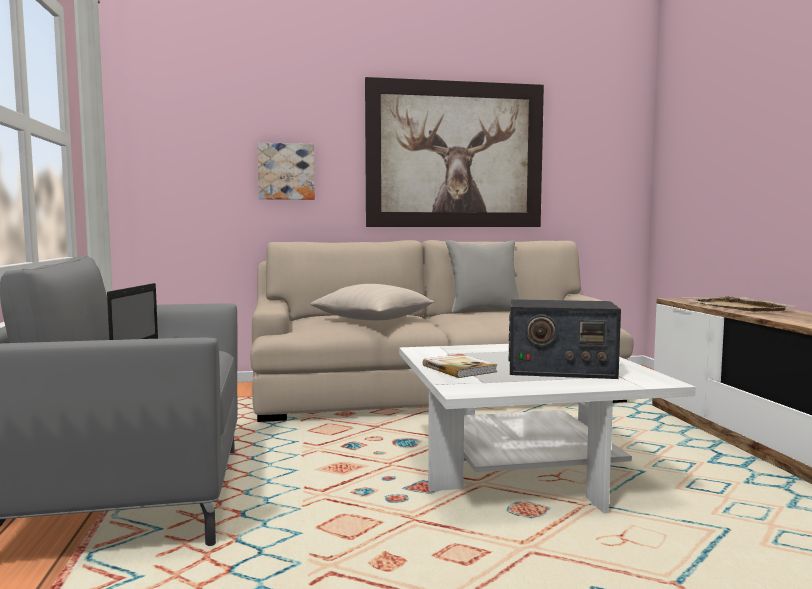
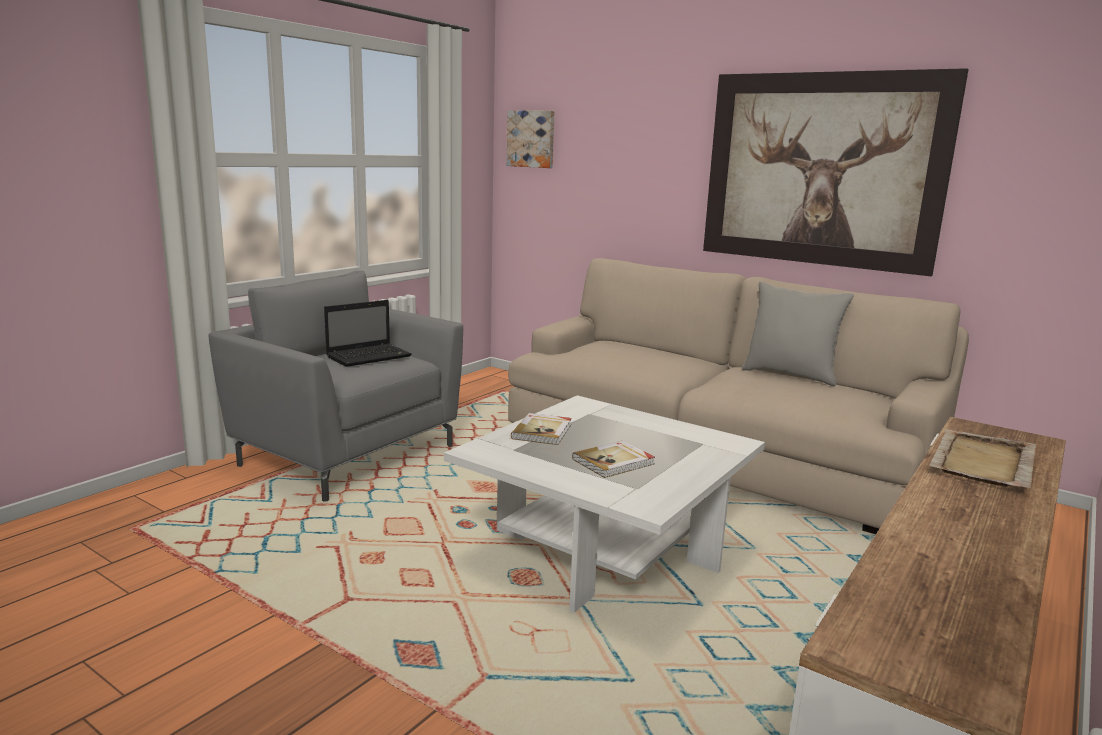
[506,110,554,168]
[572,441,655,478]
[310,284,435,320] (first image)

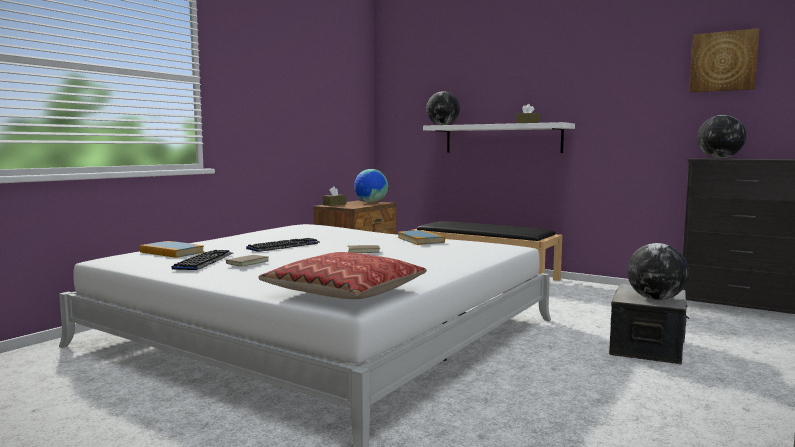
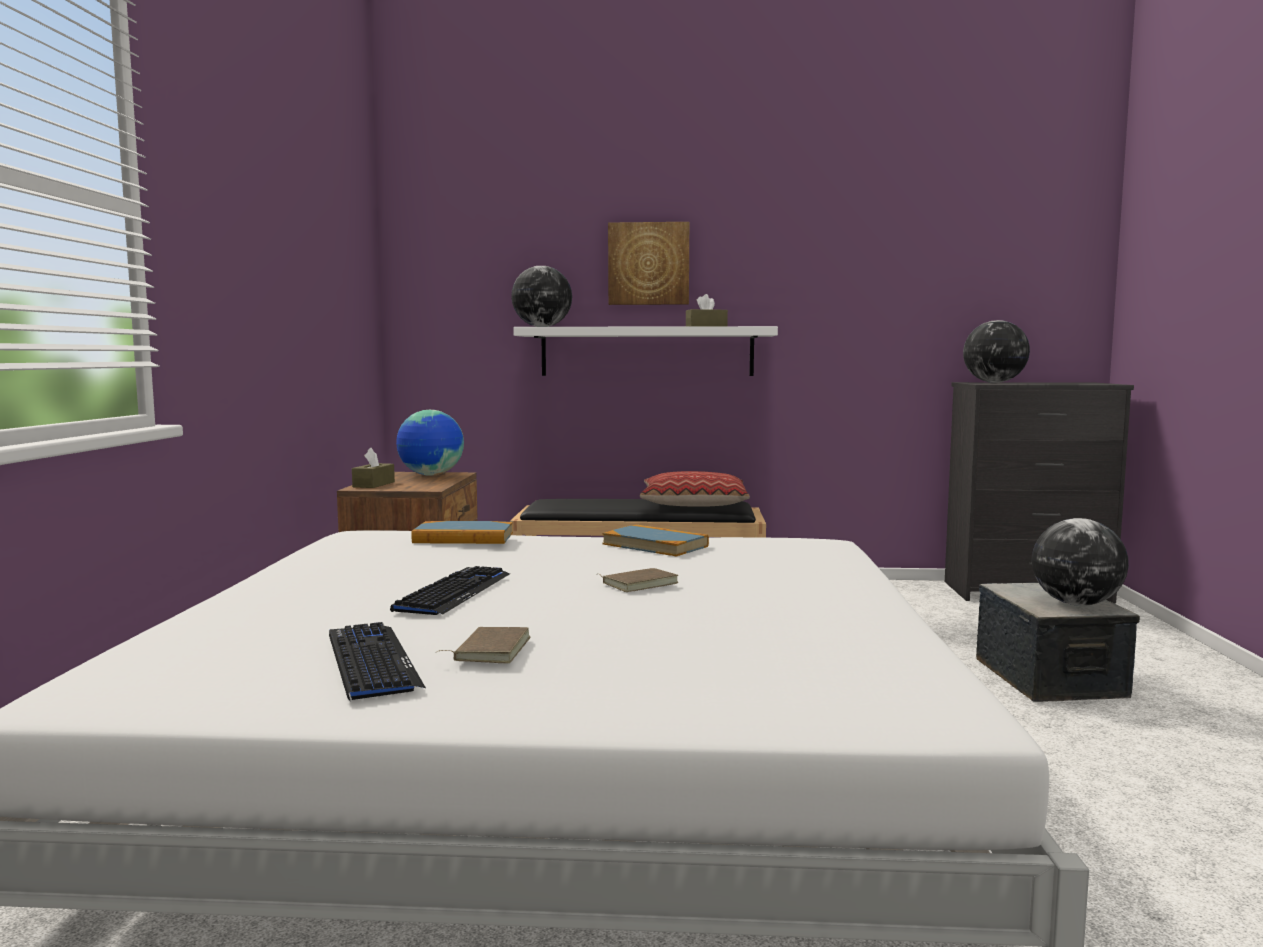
[411,521,513,544]
[608,222,689,305]
[640,471,750,507]

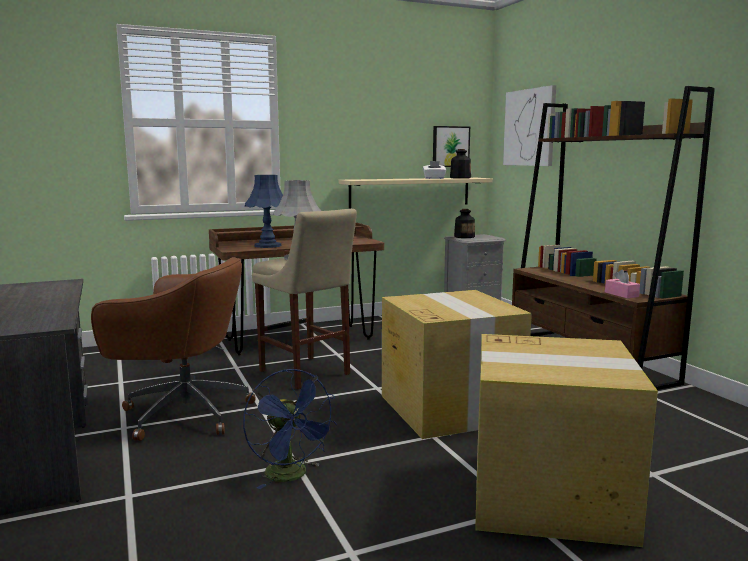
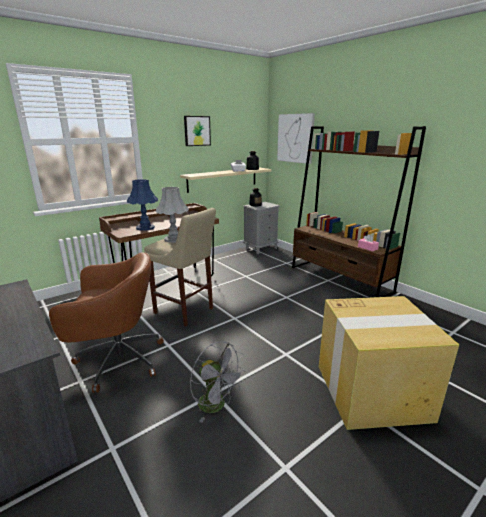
[184,116,211,146]
[190,341,245,423]
[382,290,532,439] (first image)

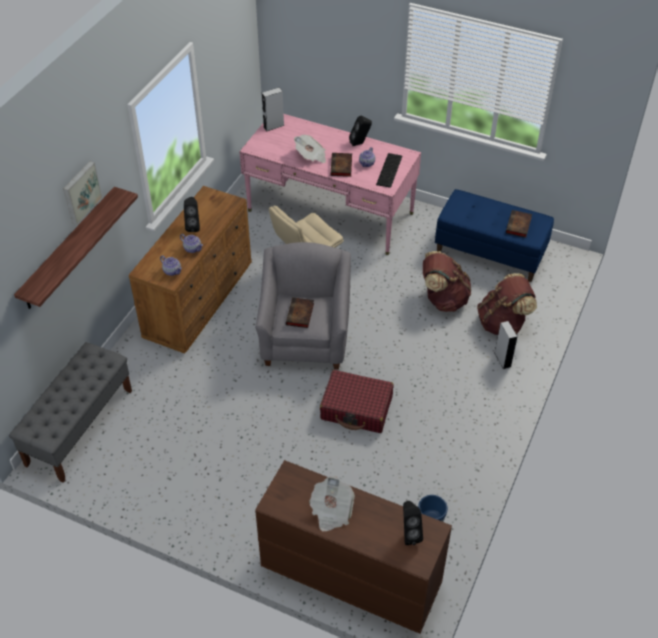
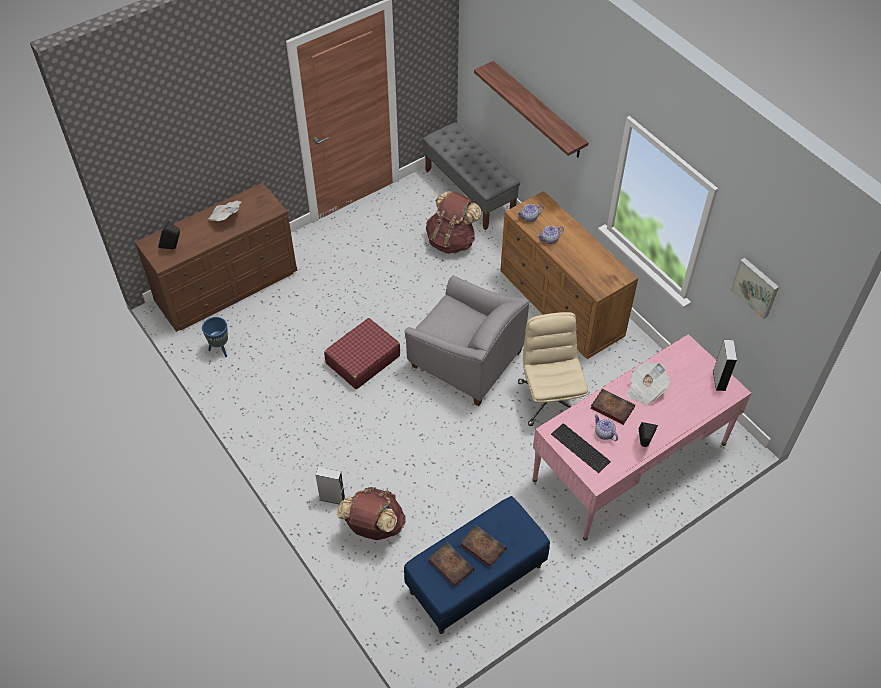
[426,191,481,254]
[460,525,507,568]
[730,258,779,320]
[184,197,200,232] (first image)

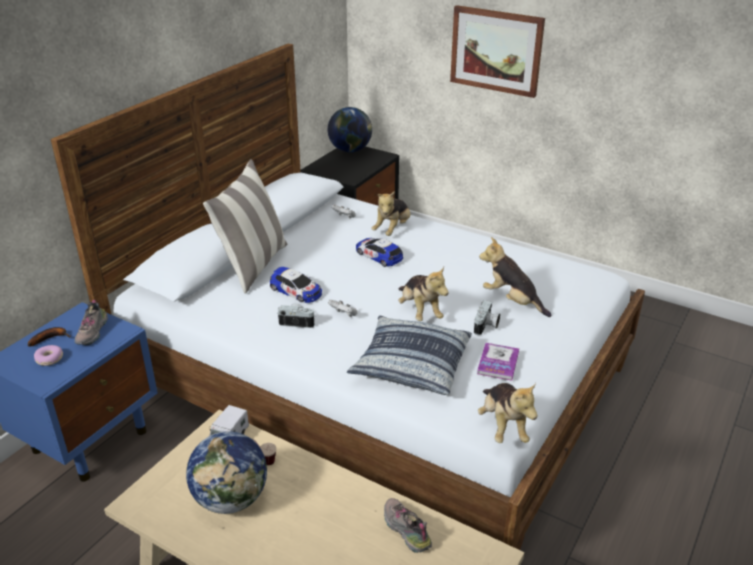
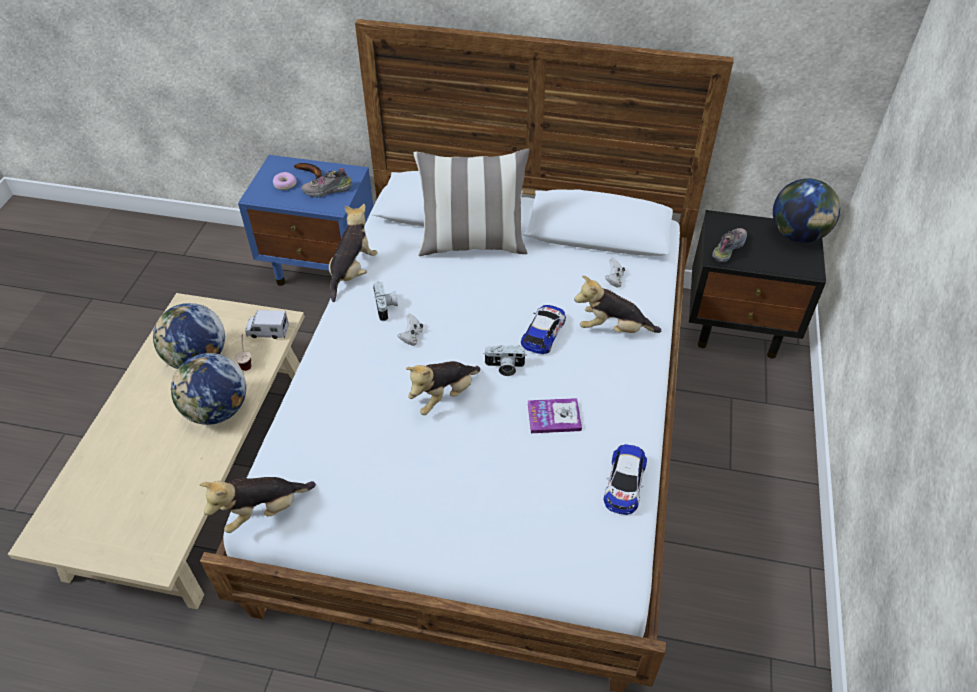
[171,353,246,425]
[329,204,378,302]
[483,345,526,376]
[528,398,582,433]
[604,444,647,515]
[712,228,747,263]
[347,316,472,395] (first image)
[450,5,545,98] (first image)

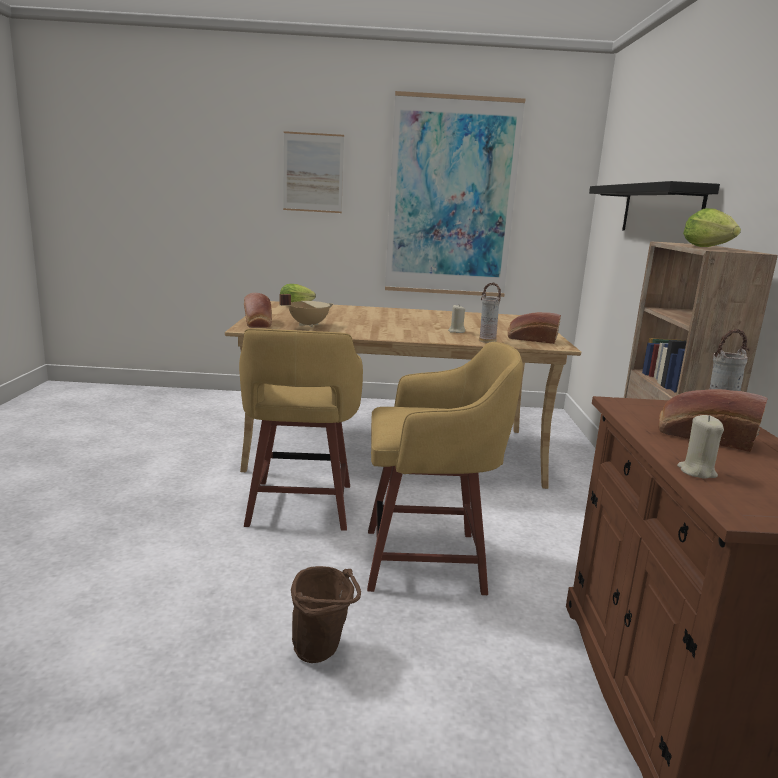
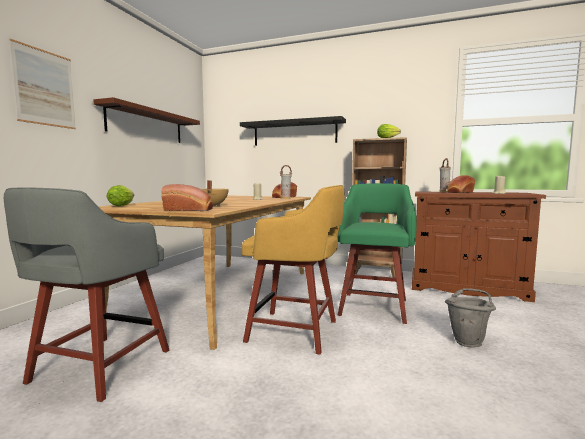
[4,187,169,402]
[93,97,200,143]
[338,183,417,324]
[445,288,496,348]

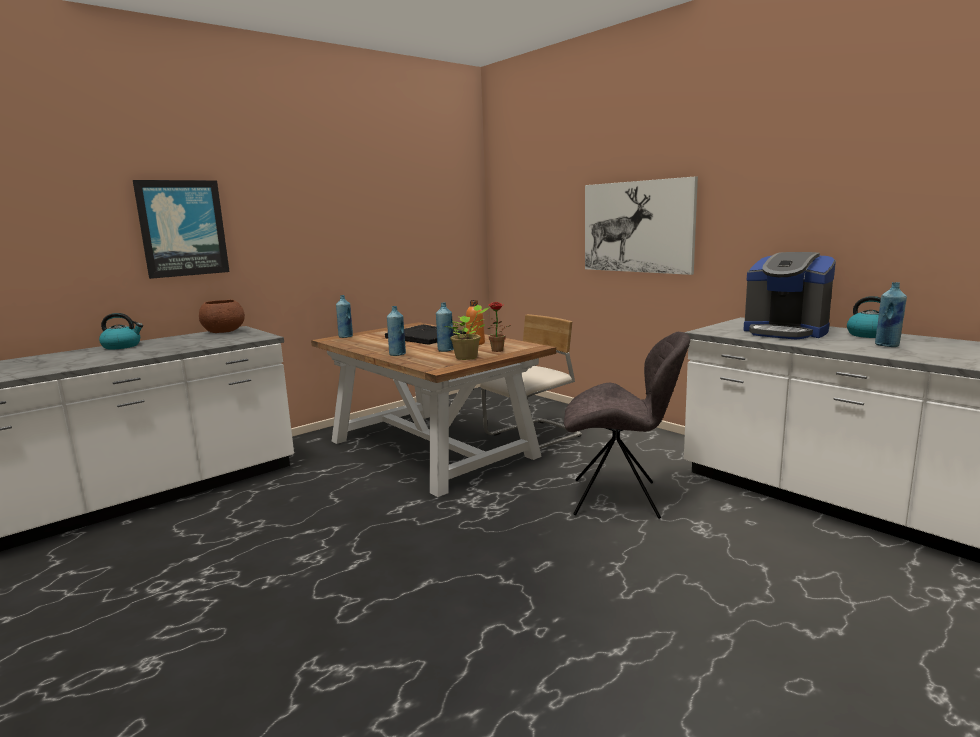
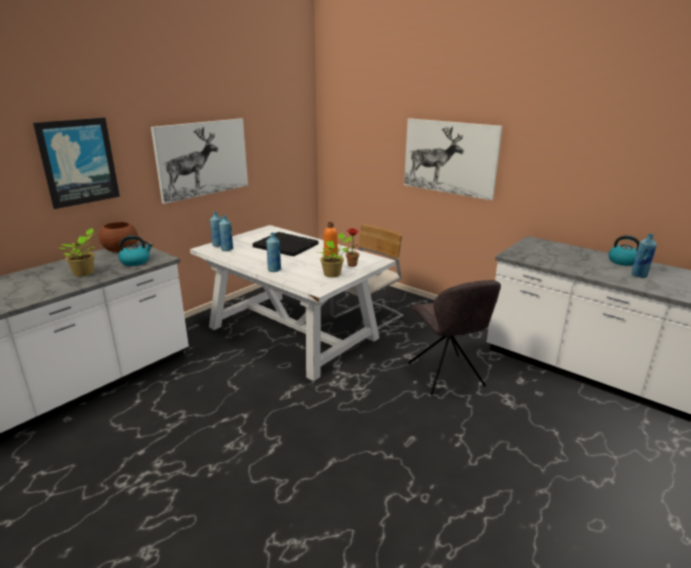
[60,228,95,277]
[118,235,153,266]
[151,118,248,204]
[190,225,396,381]
[219,215,233,251]
[408,280,501,396]
[744,252,836,339] (first image)

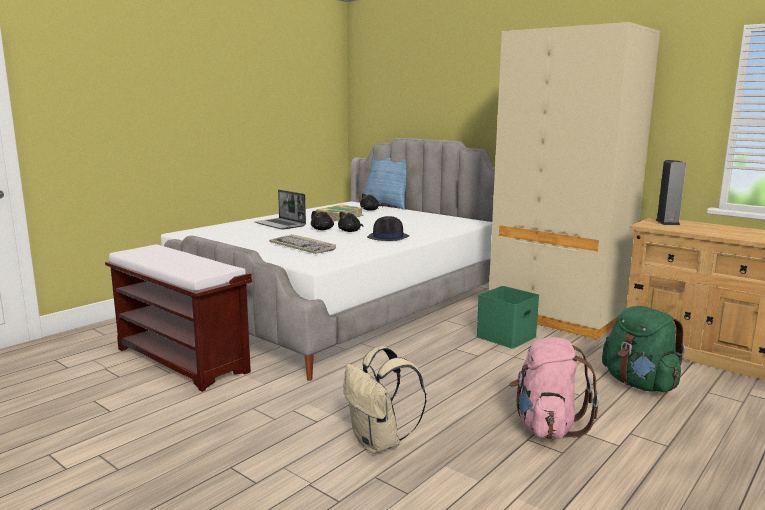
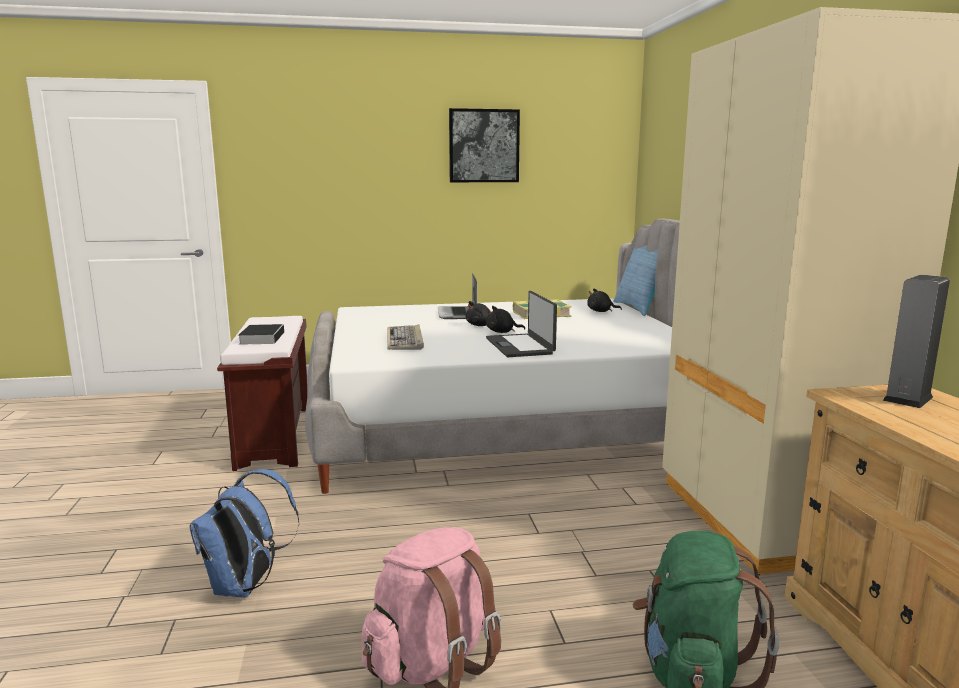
[190,469,299,597]
[238,324,284,345]
[449,108,520,182]
[486,291,557,357]
[476,286,539,349] (first image)

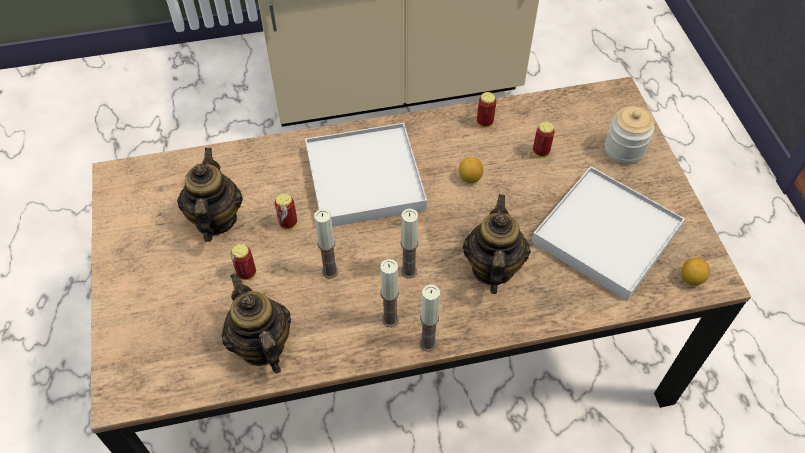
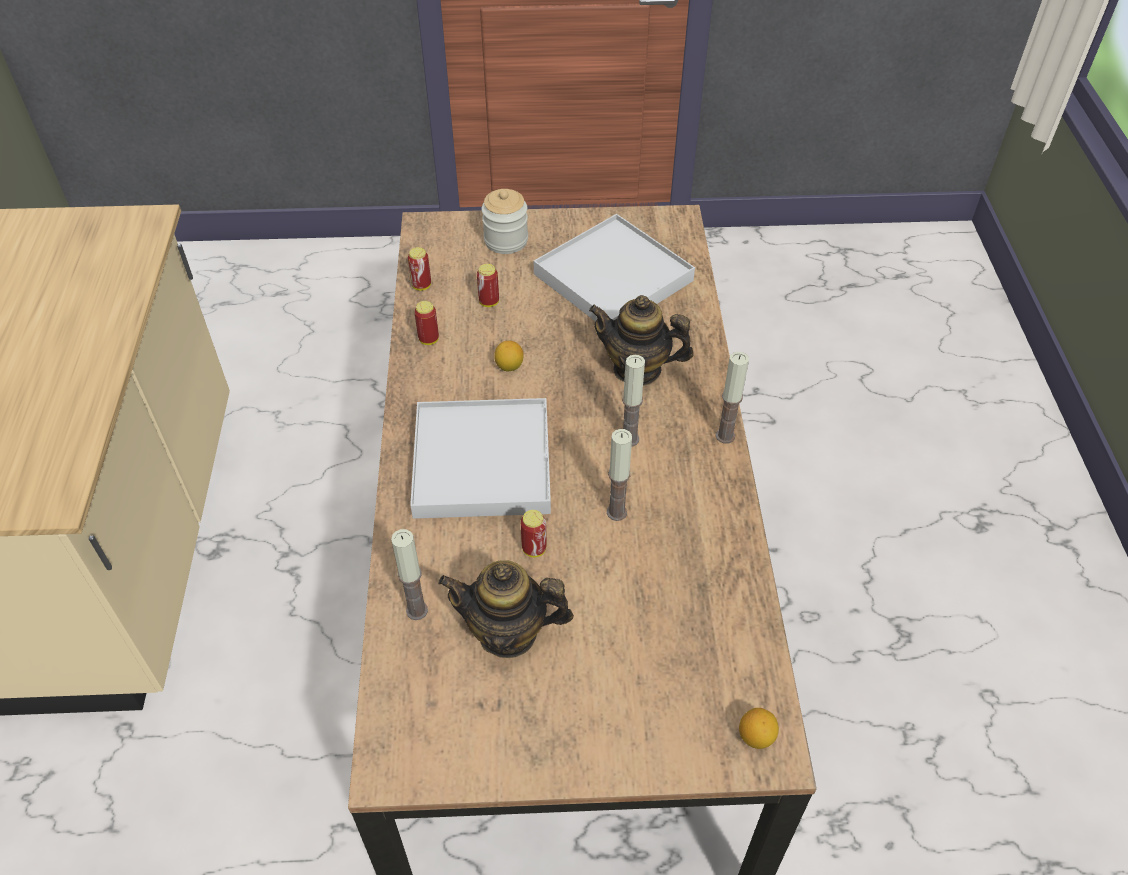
[391,529,428,620]
[408,247,431,291]
[739,708,779,749]
[222,273,291,373] (first image)

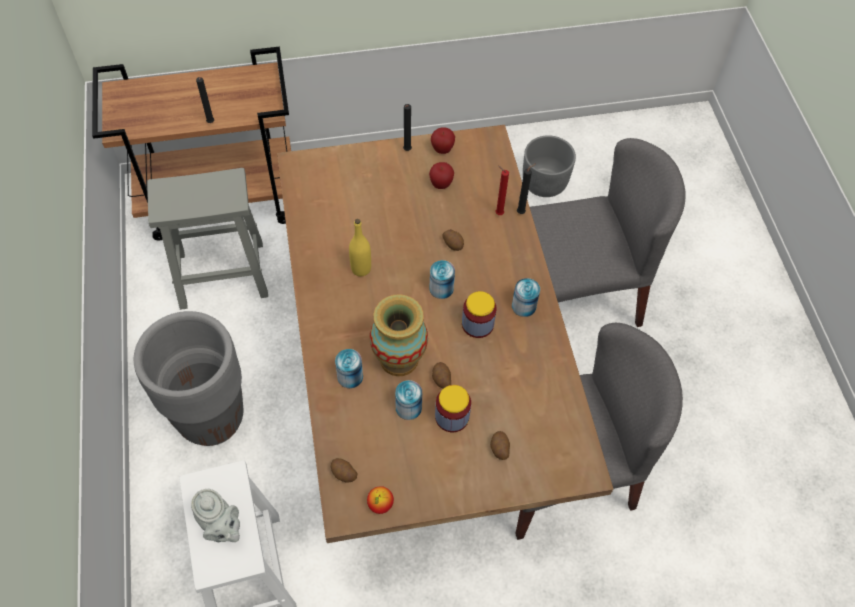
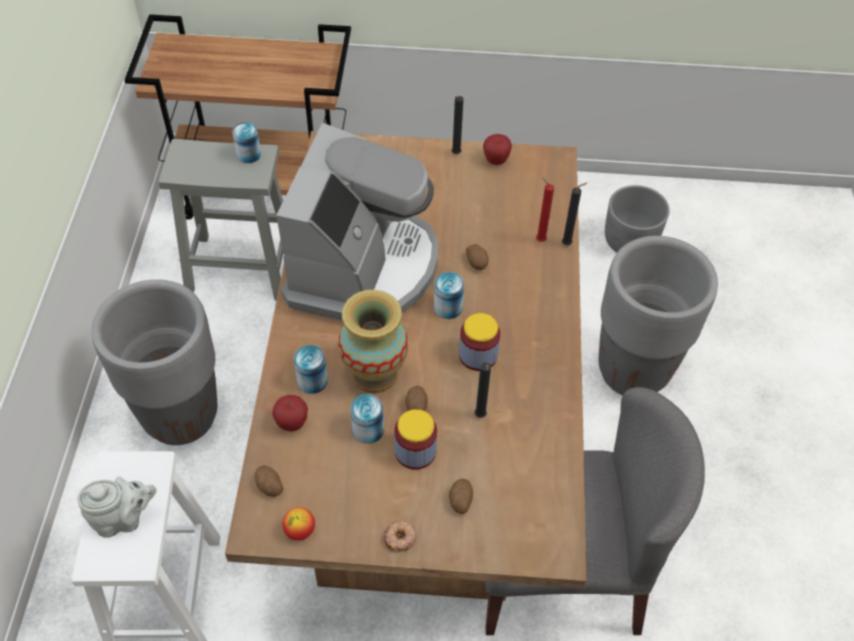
[77,476,157,538]
[232,122,261,163]
[272,395,308,431]
[276,123,439,321]
[384,520,417,553]
[475,363,491,418]
[598,236,718,395]

